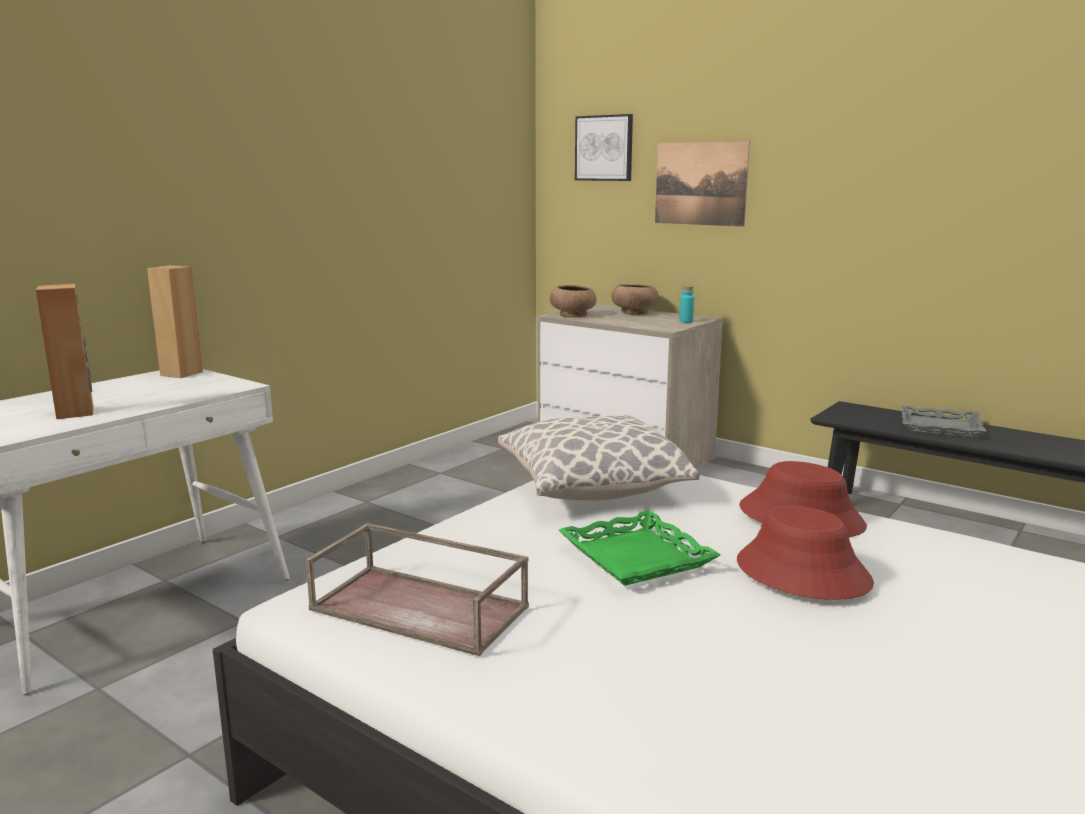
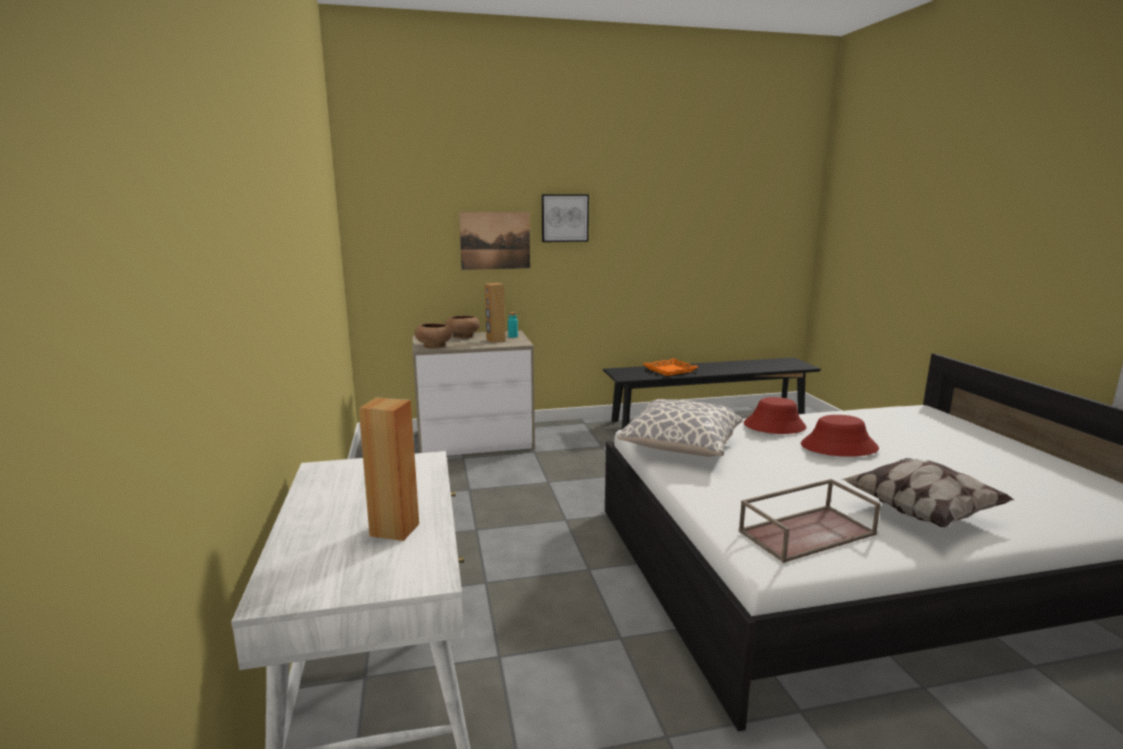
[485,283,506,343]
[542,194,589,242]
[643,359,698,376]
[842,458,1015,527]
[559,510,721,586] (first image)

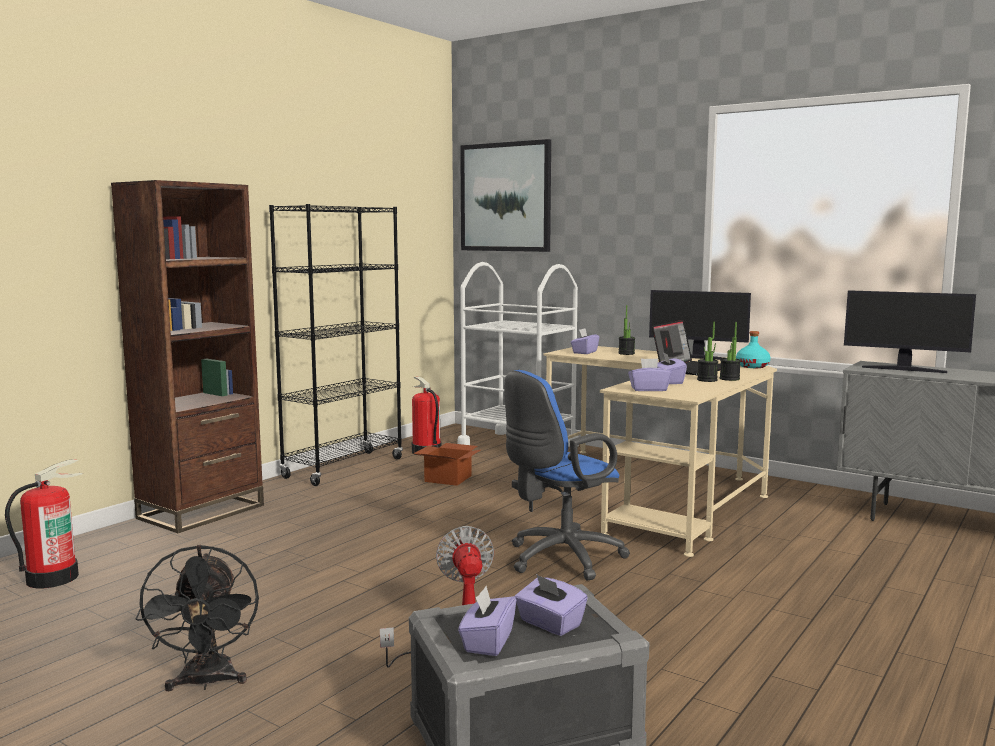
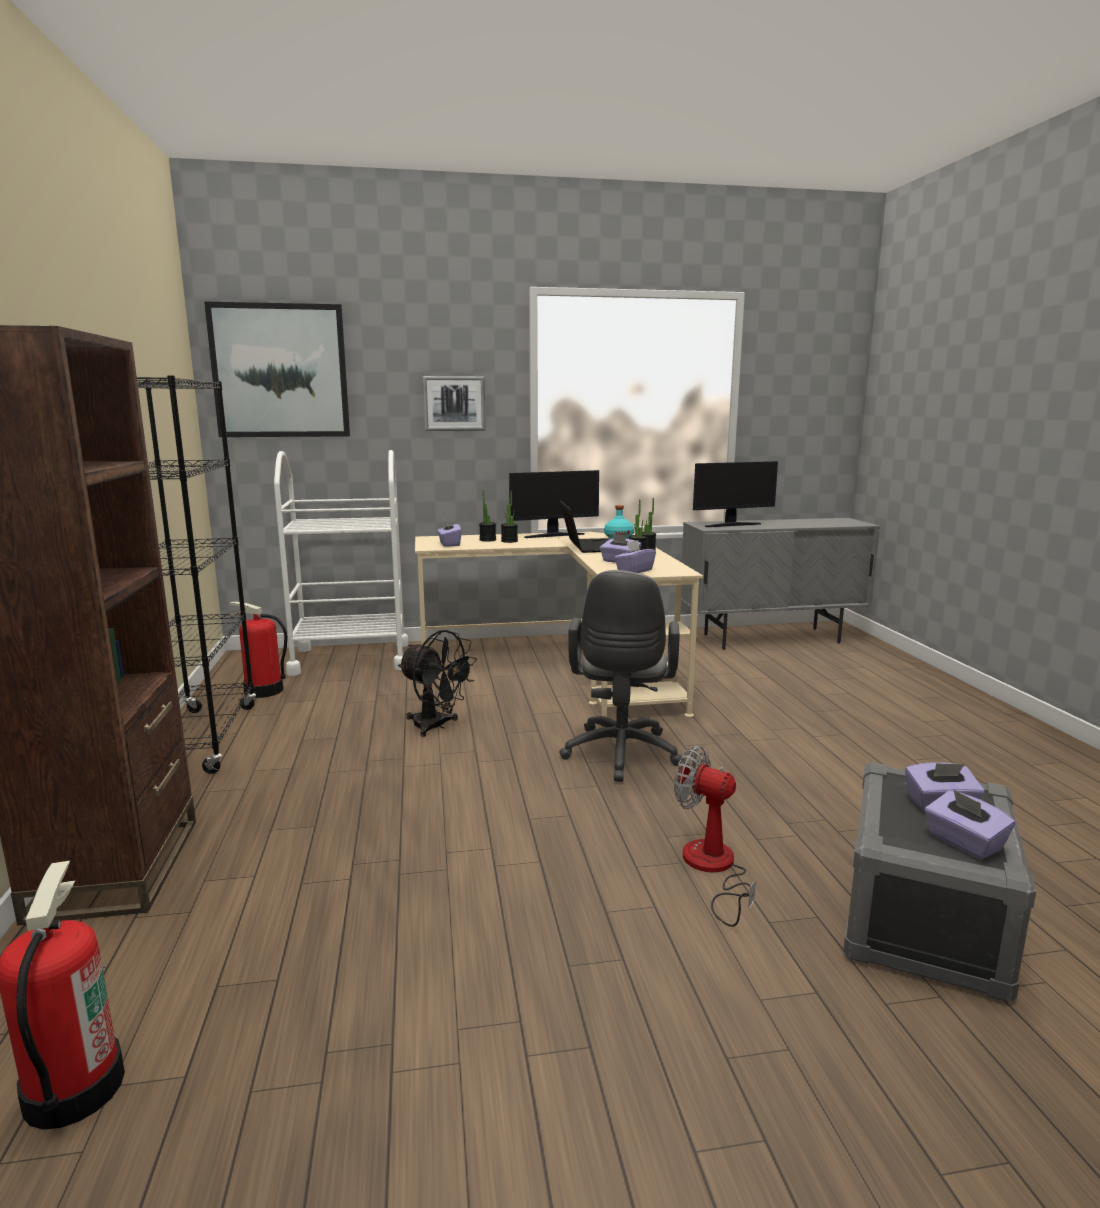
[398,630,477,737]
[423,376,486,431]
[501,491,518,543]
[559,570,683,782]
[414,443,482,486] (first image)

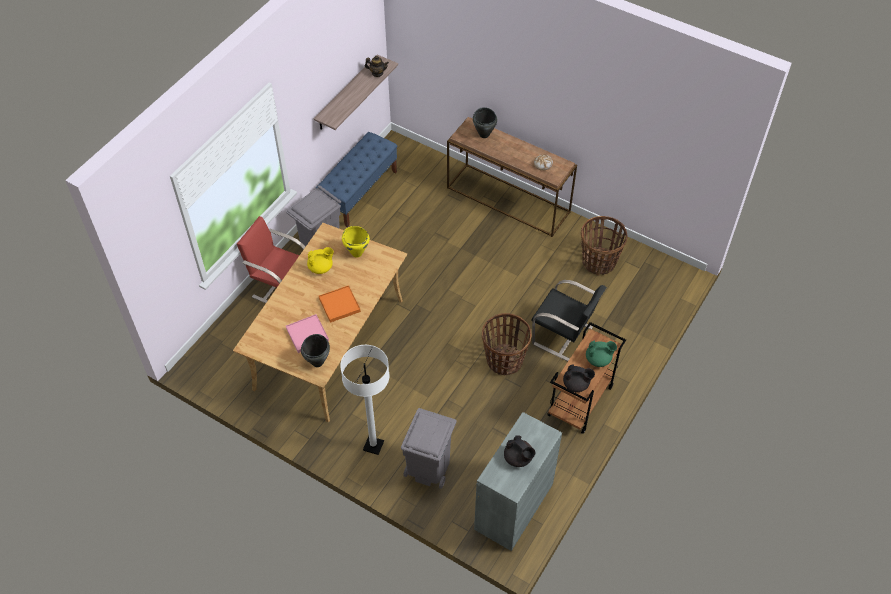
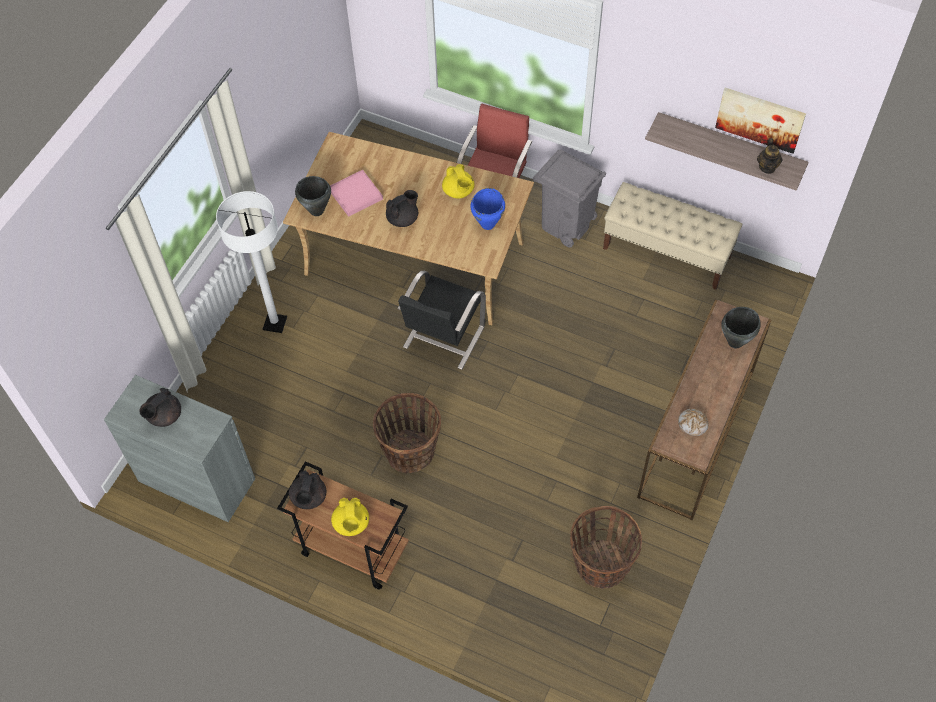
[331,497,369,536]
[386,190,418,227]
[398,271,486,370]
[470,188,505,230]
[603,182,742,290]
[715,88,806,154]
[401,408,457,489] (first image)

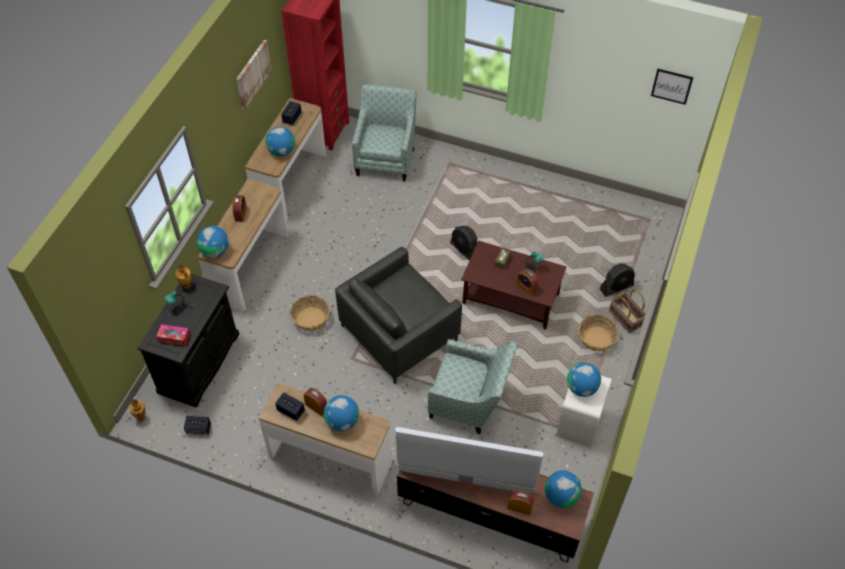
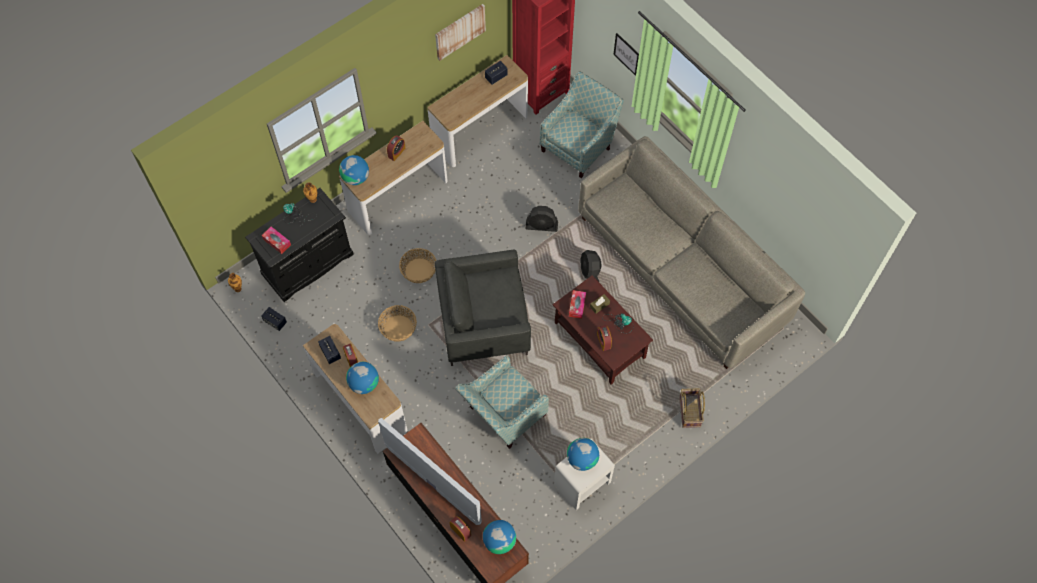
[378,305,417,342]
[455,355,549,449]
[525,206,558,232]
[569,290,586,319]
[578,136,805,369]
[614,33,639,76]
[265,127,295,156] (first image)

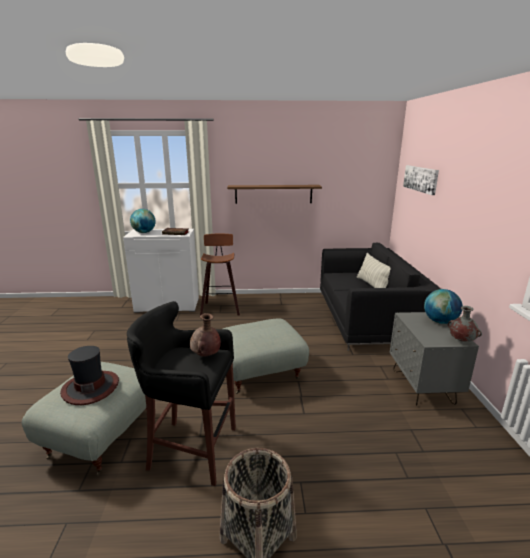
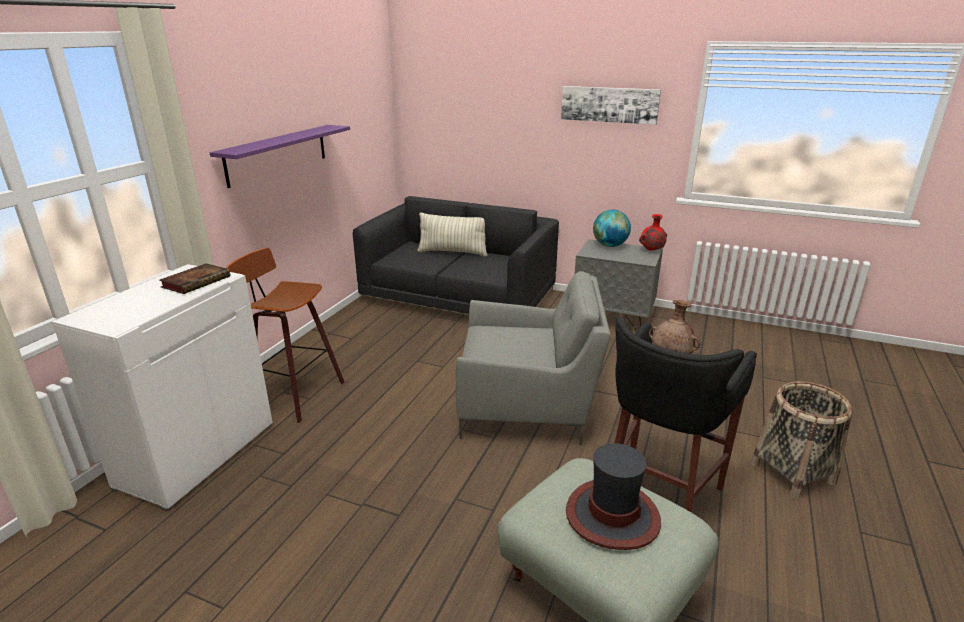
[210,125,350,188]
[456,271,611,445]
[561,86,661,125]
[639,214,667,251]
[130,209,156,233] (first image)

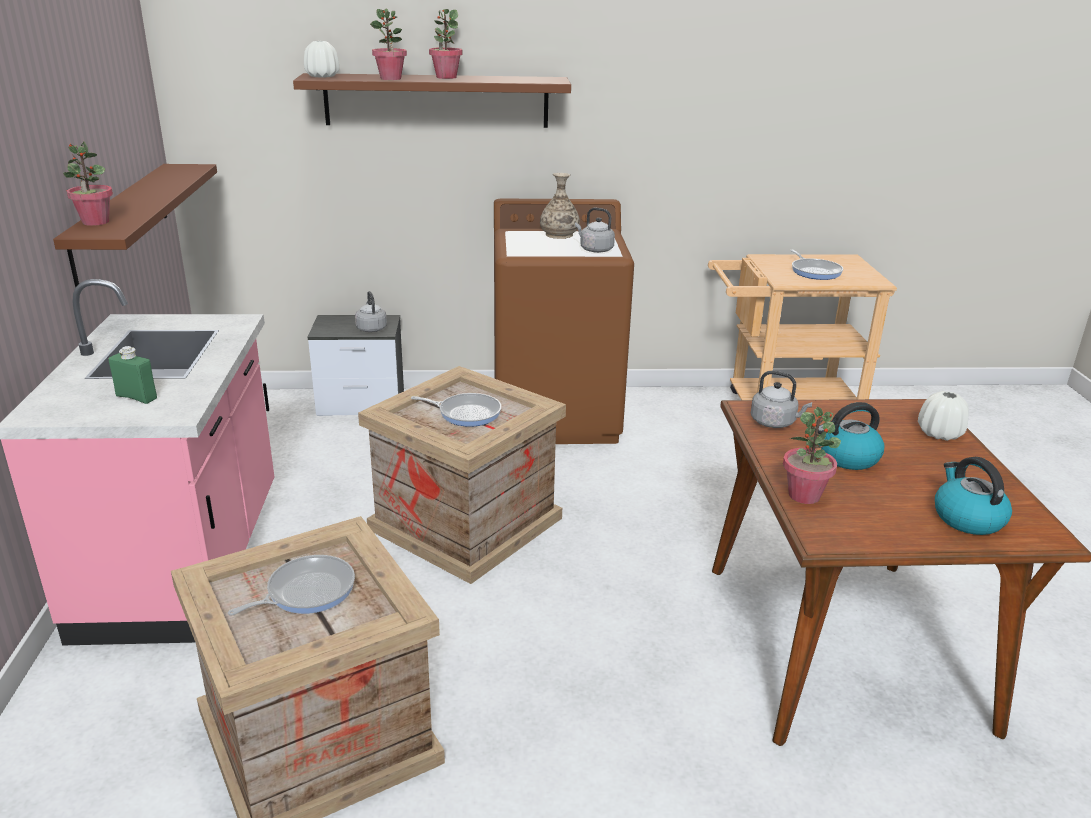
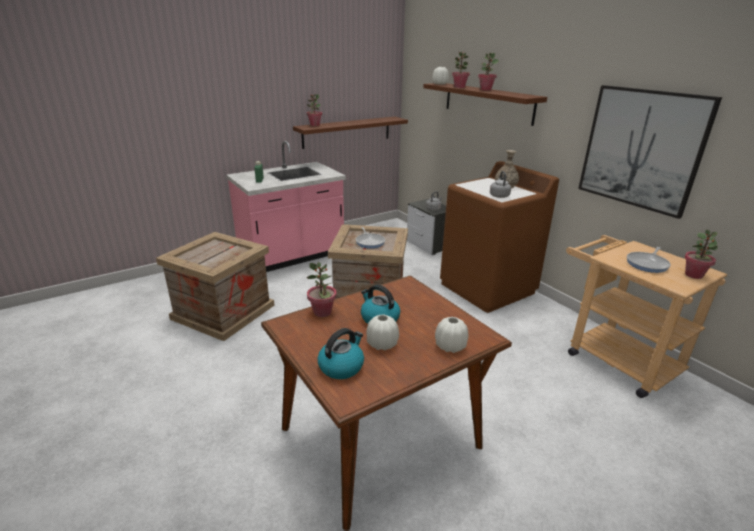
[366,314,399,350]
[578,85,722,219]
[685,230,718,279]
[228,555,355,616] (first image)
[751,371,812,428] (first image)

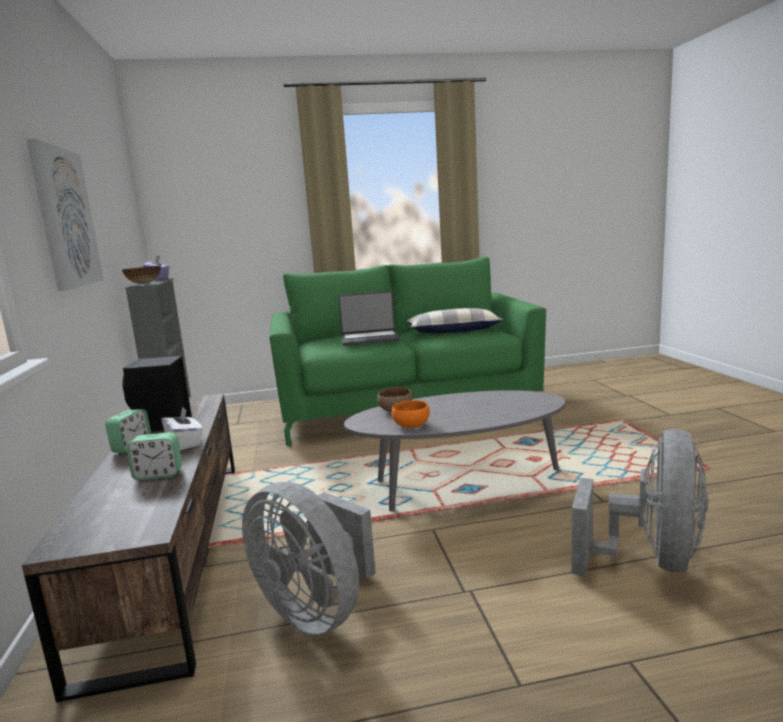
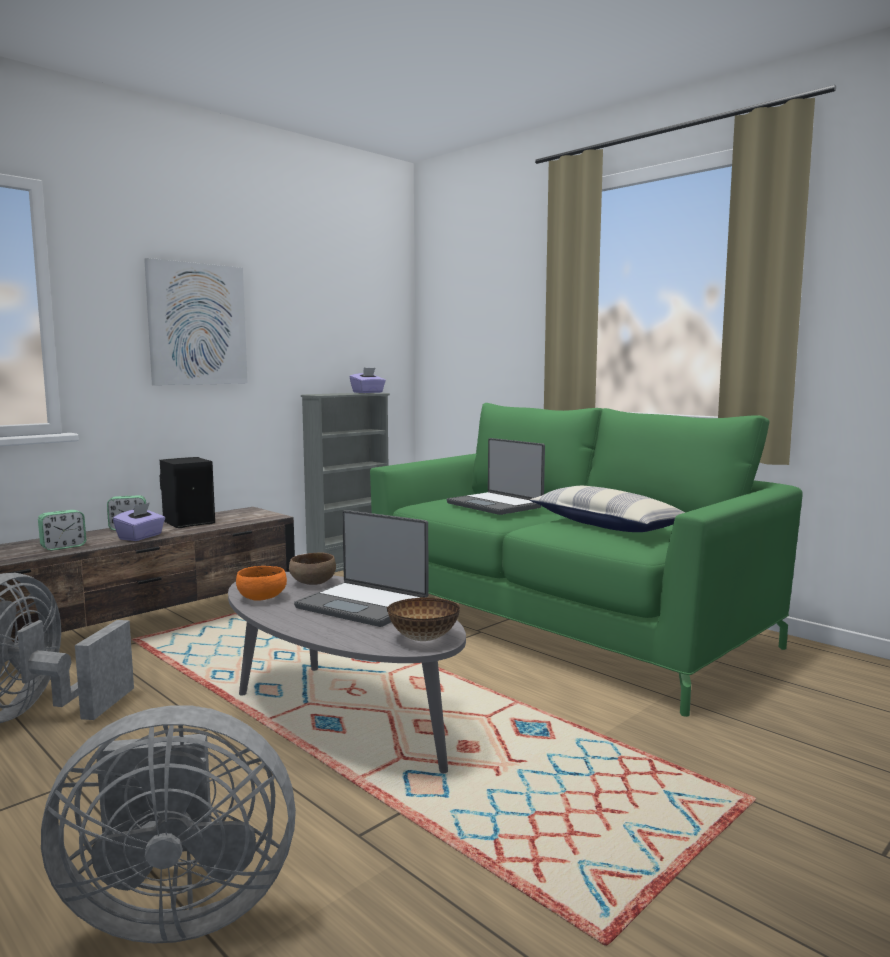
[38,510,86,551]
[113,503,165,541]
[294,510,429,627]
[387,597,460,641]

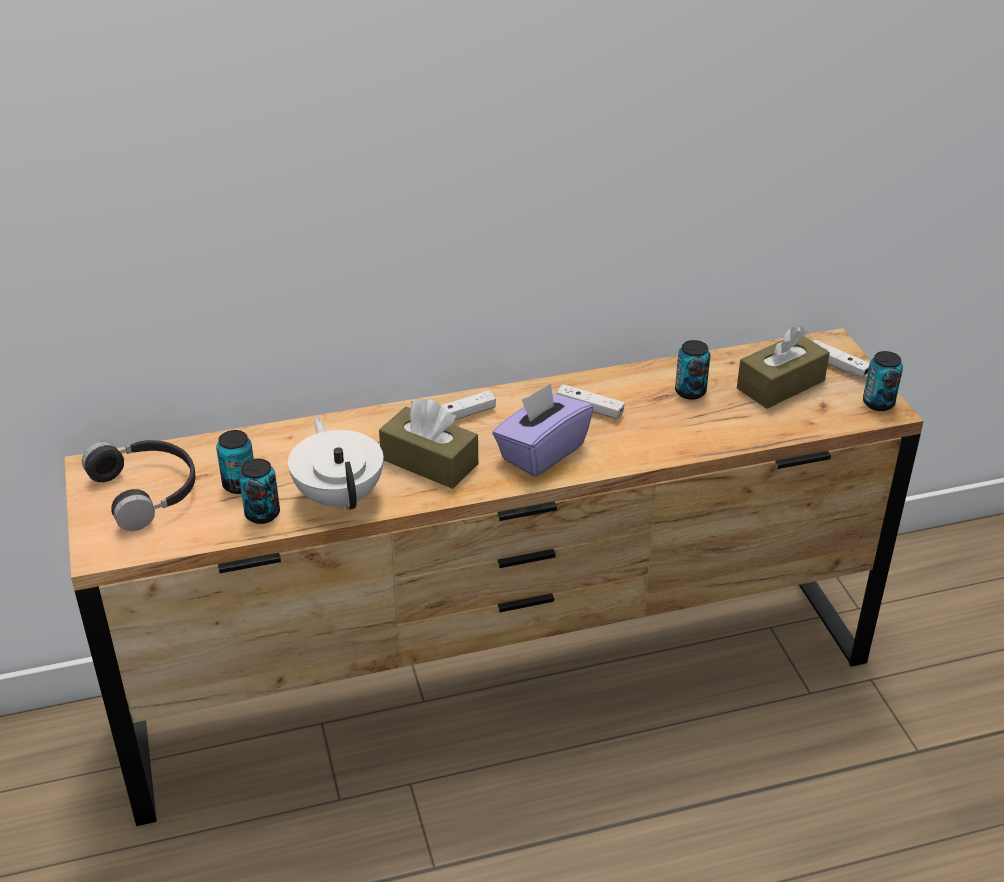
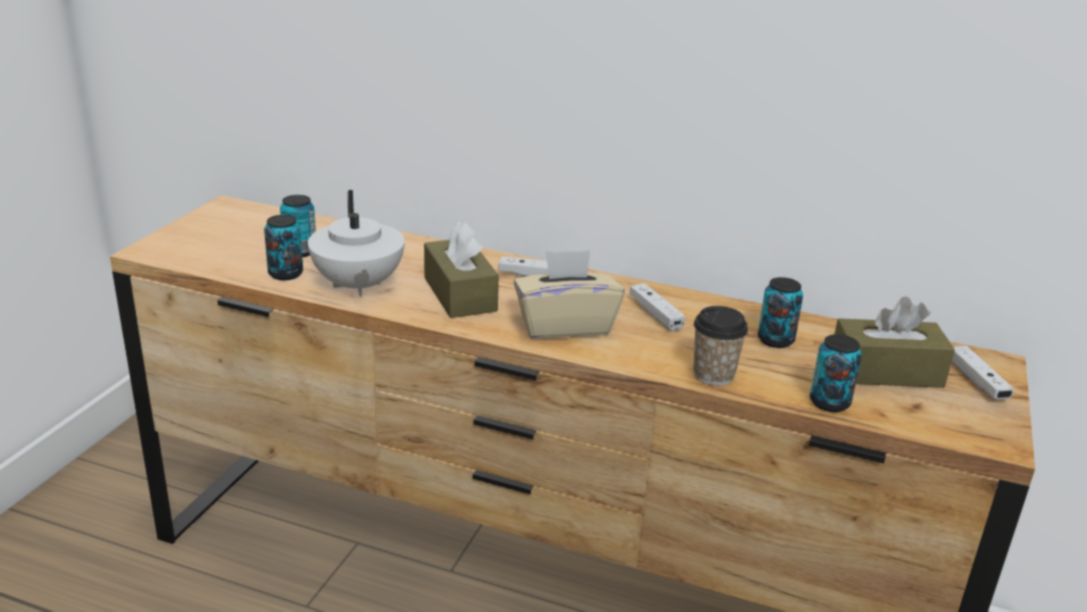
[308,190,405,297]
[513,250,625,339]
[693,306,748,386]
[810,334,862,412]
[82,440,195,531] (first image)

